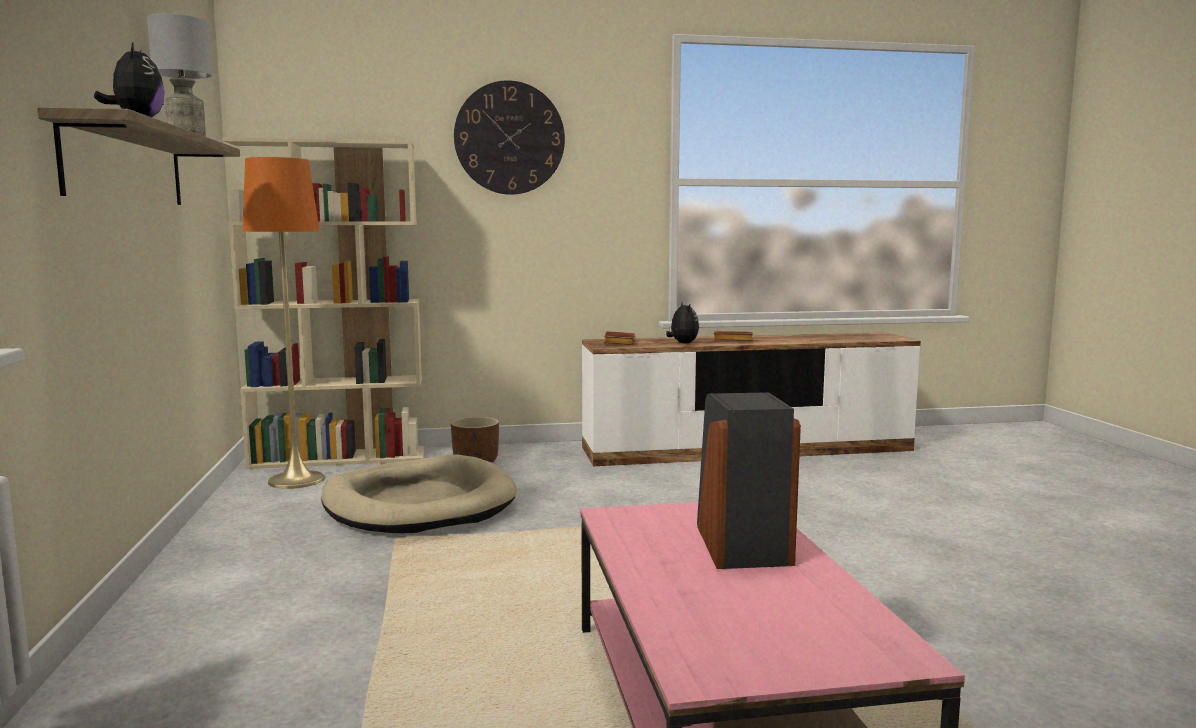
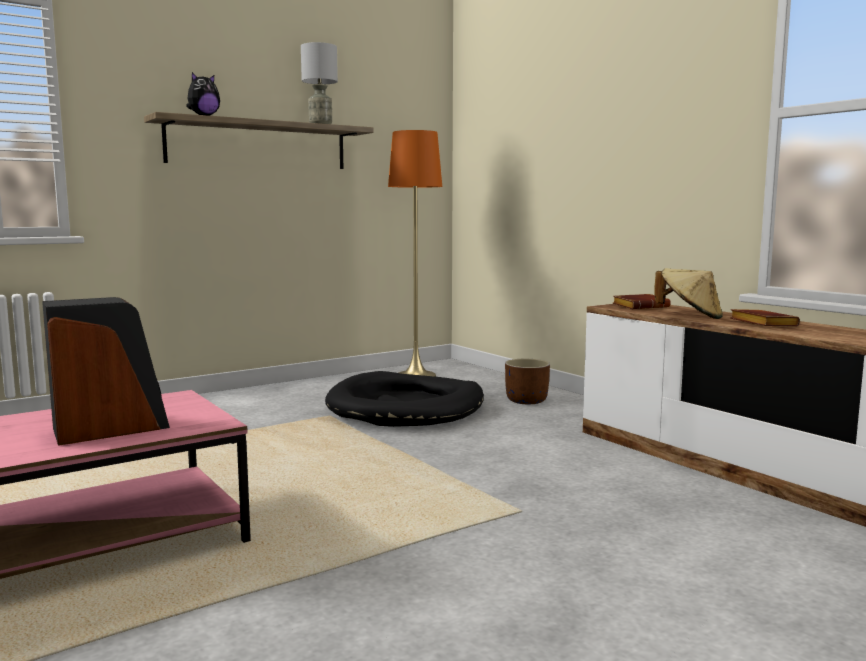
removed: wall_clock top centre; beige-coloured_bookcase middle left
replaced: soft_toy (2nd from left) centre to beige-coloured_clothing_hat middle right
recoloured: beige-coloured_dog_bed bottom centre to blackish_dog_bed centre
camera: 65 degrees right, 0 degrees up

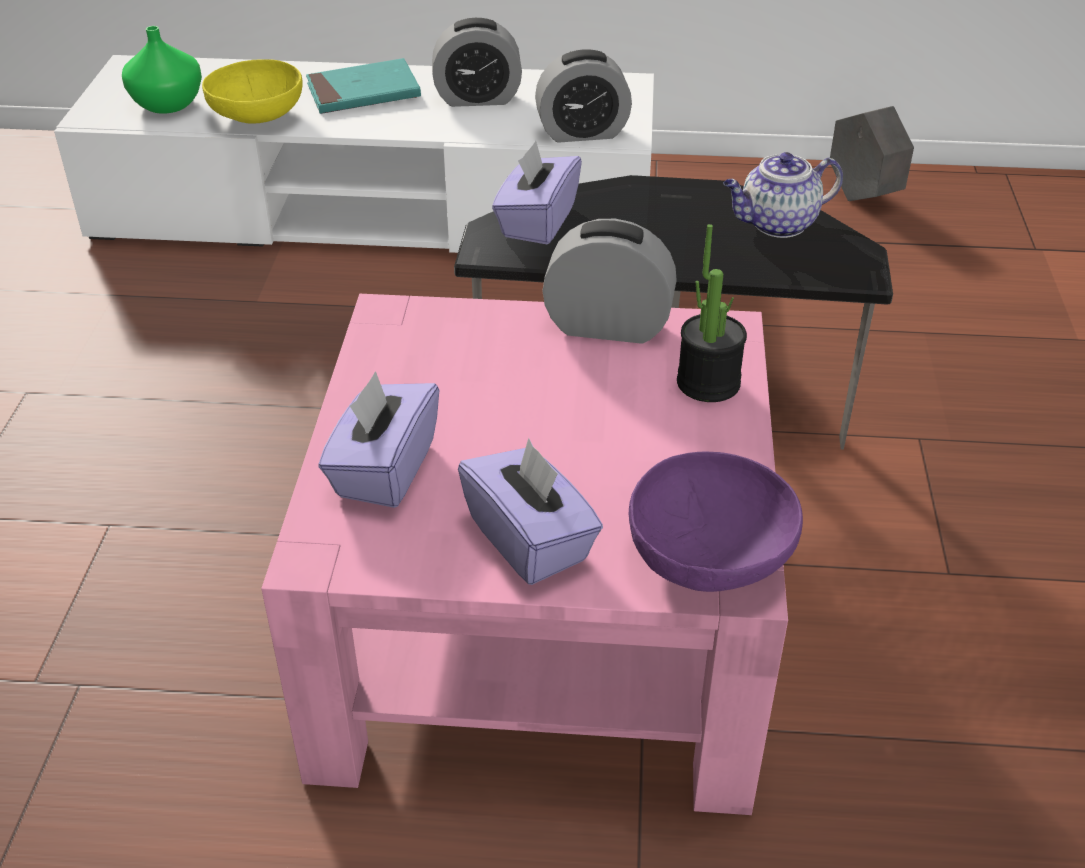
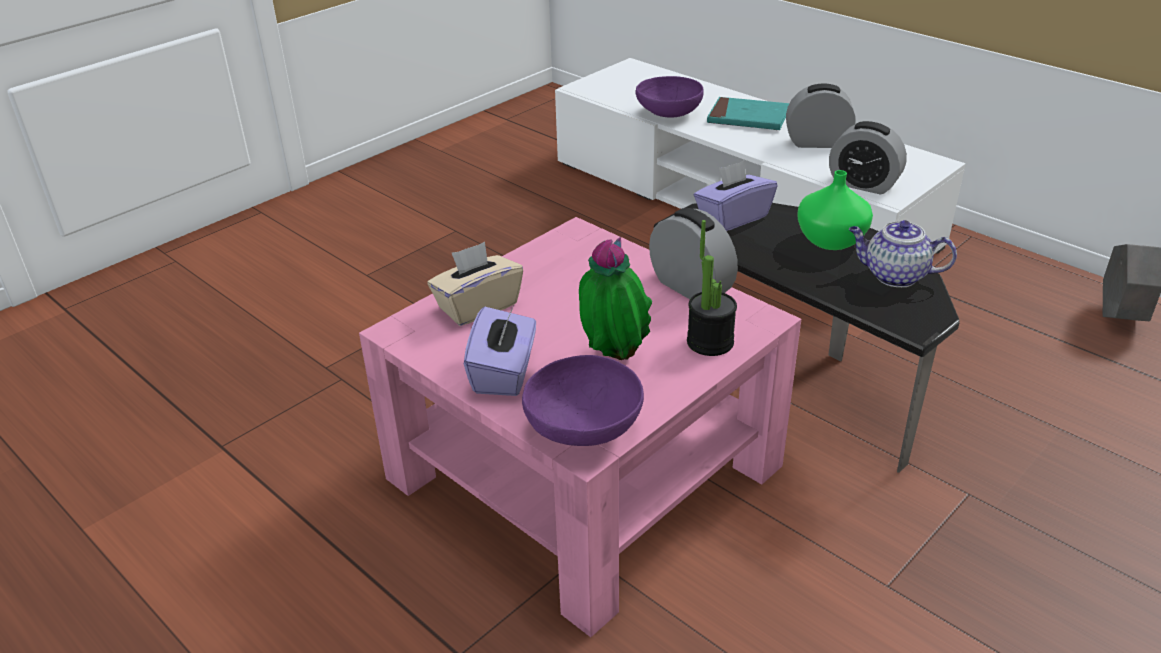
added: plant_in_a_pot (1st from left) centre
moved: green-coloured_decorative_vase top left to top right
recoloured: yellow_bowl top left to purplish_bowl (2nd from left) top centre; purplish_tissue_box (1st from left) centre to beige-coloured_tissue_box centre
turned: alarm_clock (1st from left in the first image) top centre = top right 150 degrees clockwise
camera: 40 degrees right, 5 degrees down

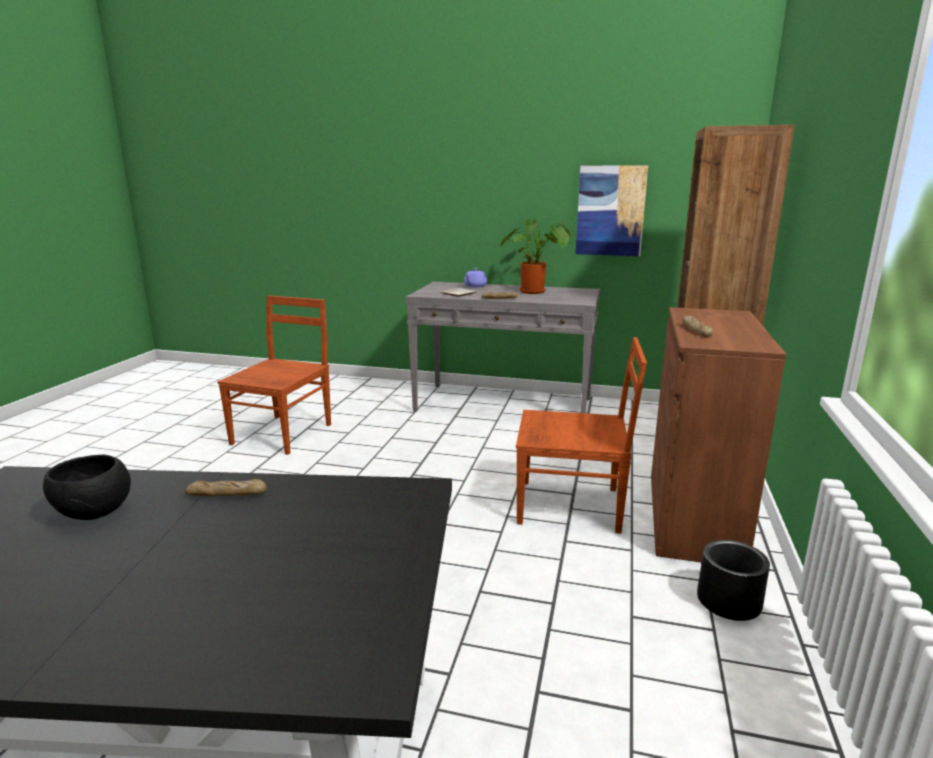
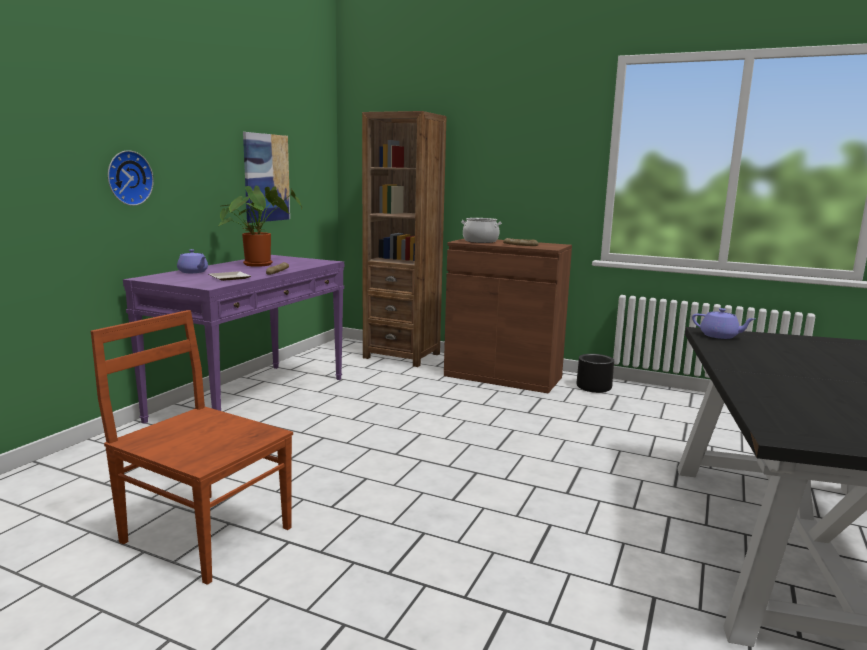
removed: brown_plain_chair (2nd from left) centre; blackish_bowl middle left; baked_bread (1st from left) middle left
added: wall_clock top left; stockpot centre; purplish_tea_pot (2nd from left) middle right
recoloured: gray_narrow_table centre to purplish_narrow_table middle left
camera: 80 degrees left, 5 degrees down

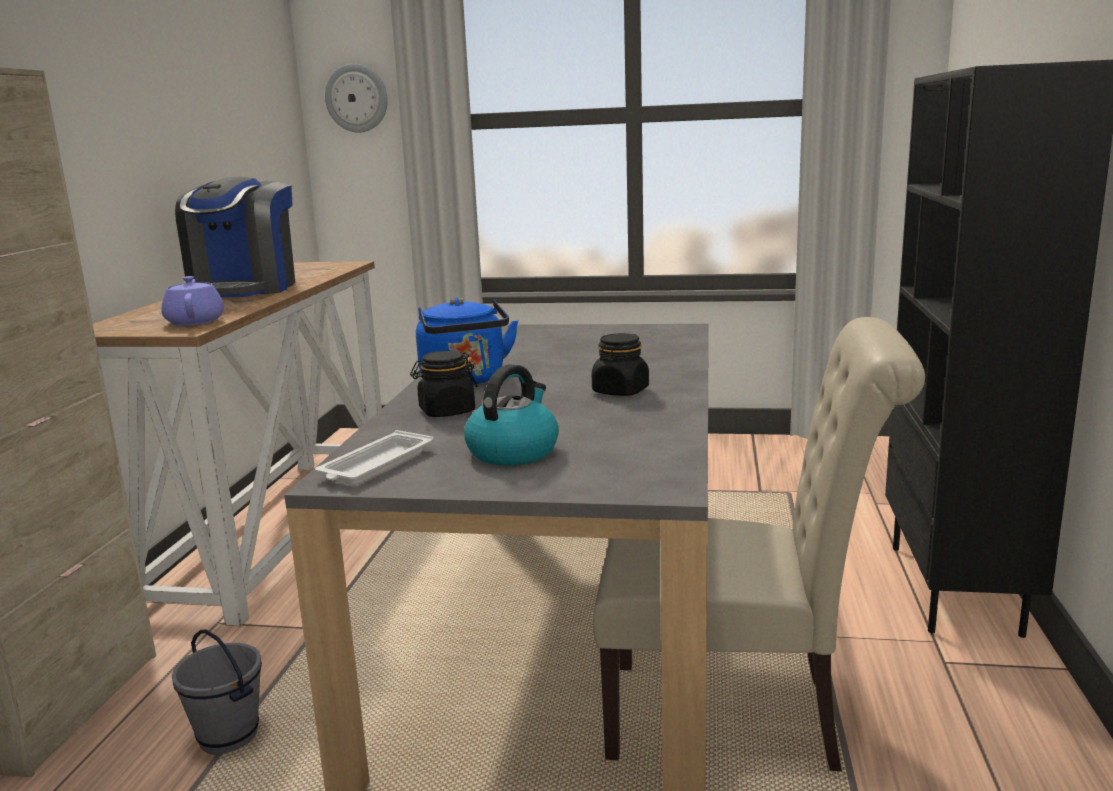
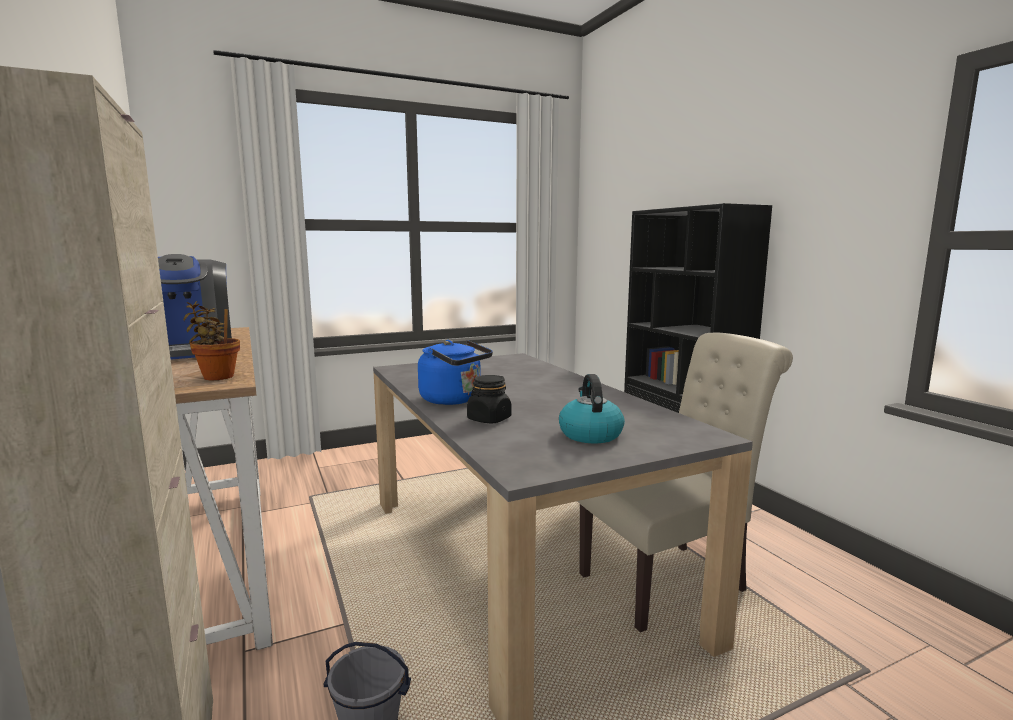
removed: wall_clock top left; blackish_storage_jar (2nd from left) centre; whitish_tray centre
replaced: purplish_tea_pot middle left to plant_in_a_pot middle left
camera: 35 degrees left, 5 degrees down

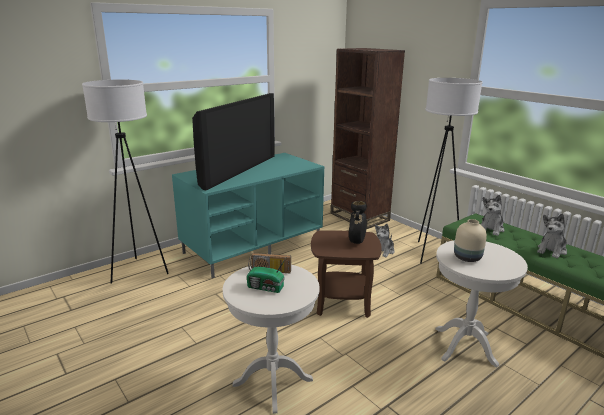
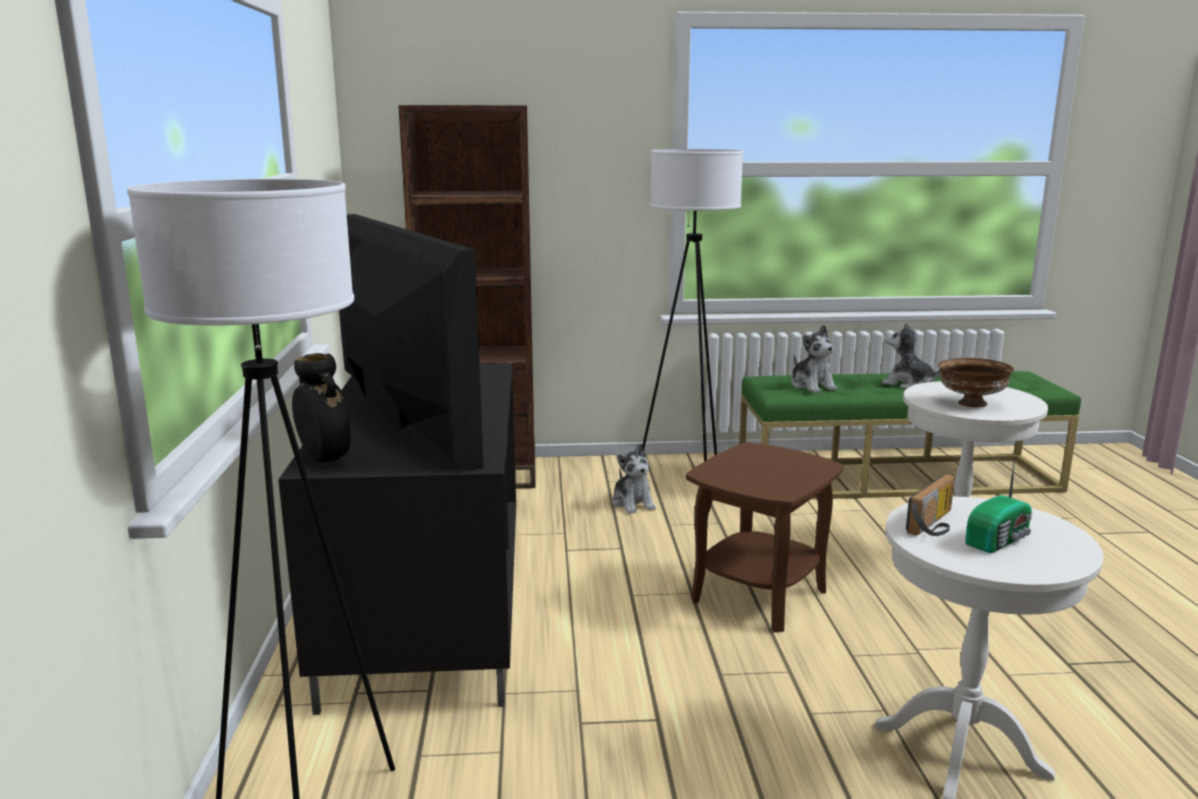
moved: blackish_decorative_vase centre to middle left
replaced: beige-coloured_decorative_vase middle right to brown_bowl middle right
recoloured: blue-green_tv_stand centre to blackish_tv_stand bottom left
turned: soft_toy (3rd from left) middle right = middle right 135 degrees clockwise
camera: 55 degrees left, 5 degrees down

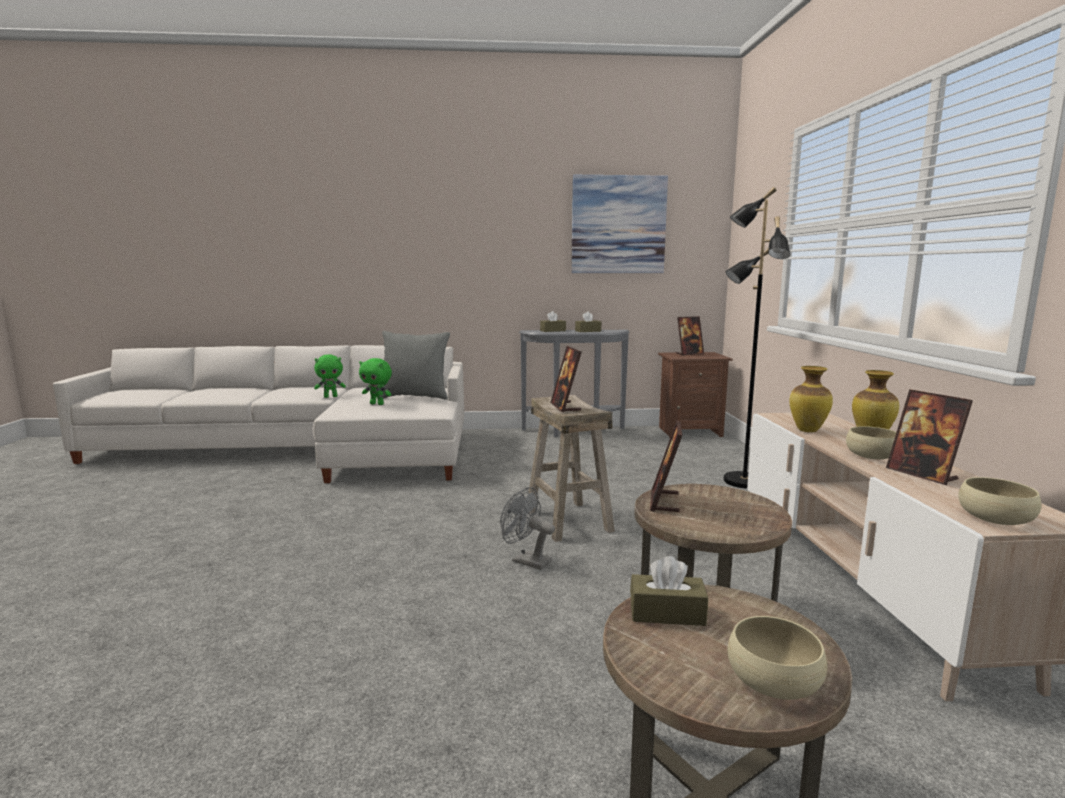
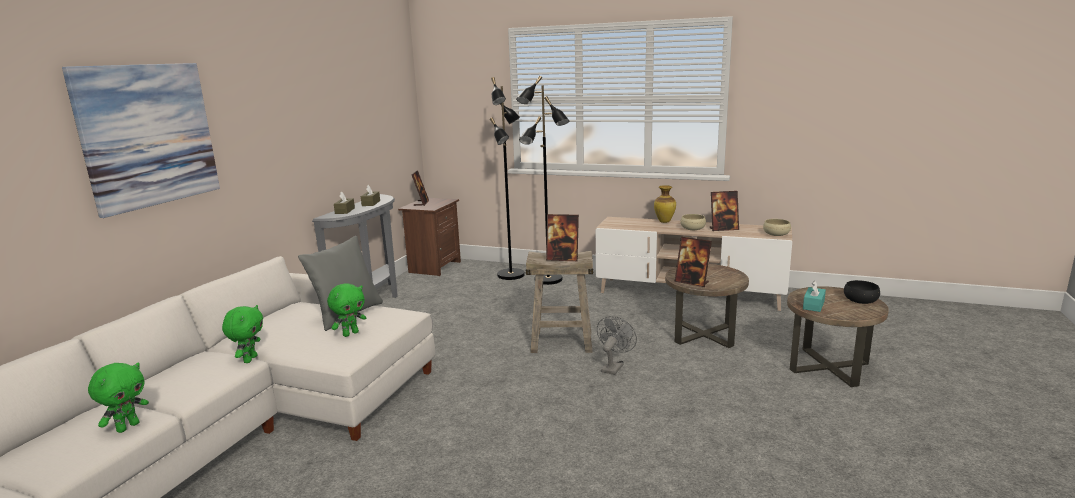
removed: decorative_vase (1st from left) middle right
added: blackish_standard_lamp (1st from left) centre; green-coloured_soft_toy (1st from left) bottom left
moved: wall_art top centre to top left
recoloured: brown_tissue_box (3rd from left) bottom centre to blue-green_tissue_box middle right; beige-coloured_bowl (1st from left) bottom right to blackish_bowl middle right
turned: gray_electric_fan centre = bottom centre 150 degrees clockwise
camera: 65 degrees left, 5 degrees up

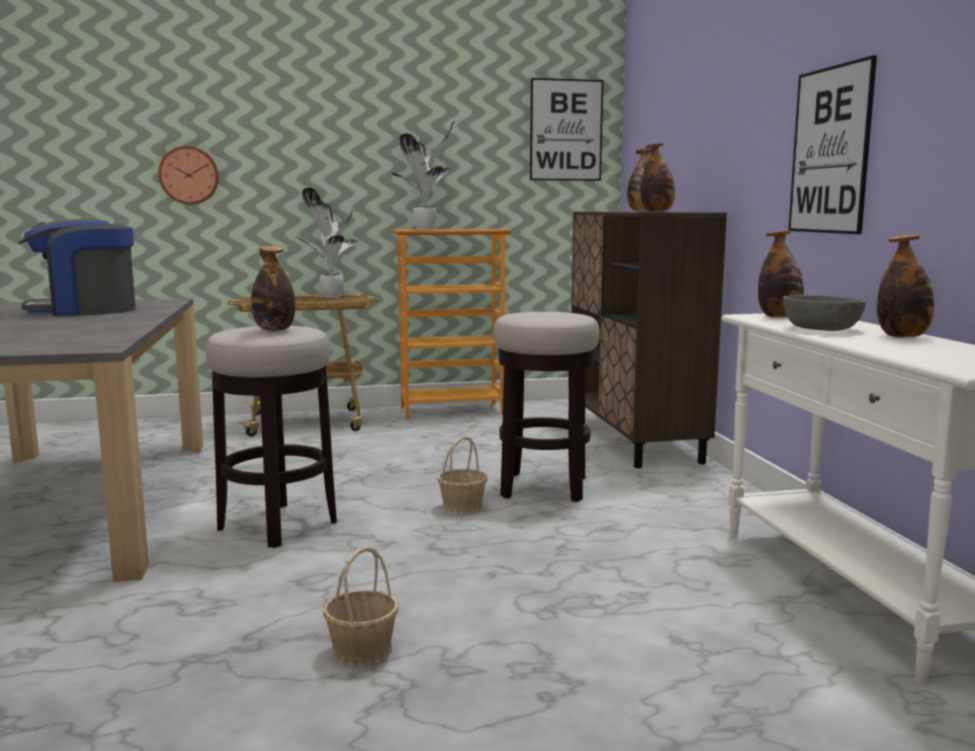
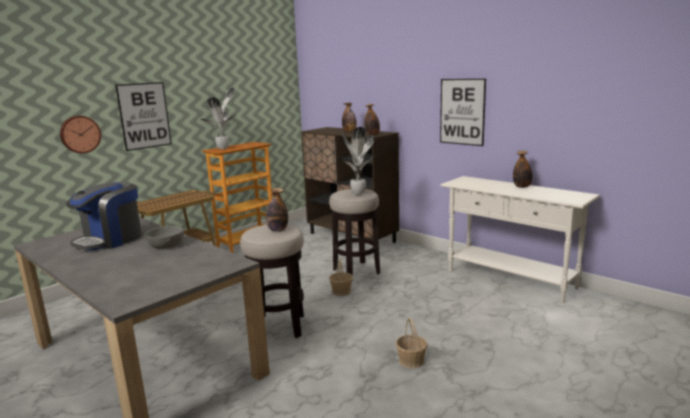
removed: beverage_bottle (4th from left) middle right
moved: wall_art (1st from left) top centre to top left; plant_in_a_pot (1st from left in the first image) top centre to plant_in_a_pot (2nd from left) centre; gray_bowl middle right to middle left
camera: 35 degrees left, 5 degrees up

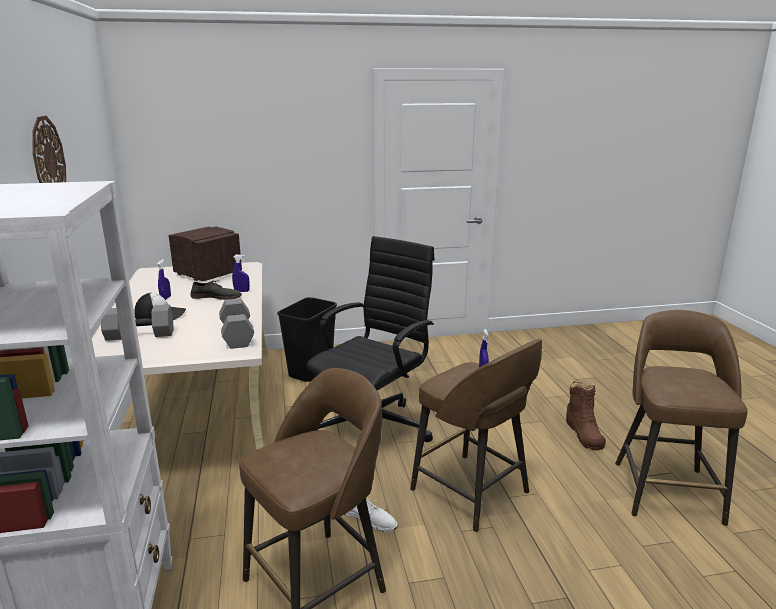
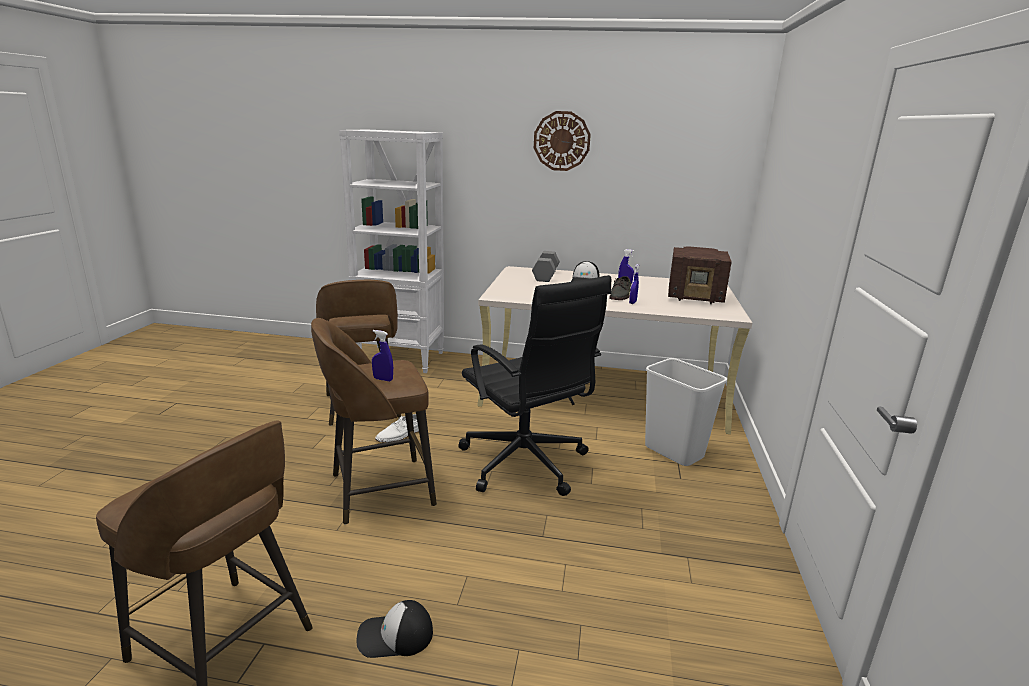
removed: gray_hand_weight (2nd from left) middle left
replaced: brown_tall_boot bottom right to peaked_cap (1st from left) bottom centre
recoloured: blackish_rubbish_bin centre to whitish_rubbish_bin middle right
turned: radio_set middle left = middle right 45 degrees clockwise
camera: 110 degrees right, 0 degrees up

